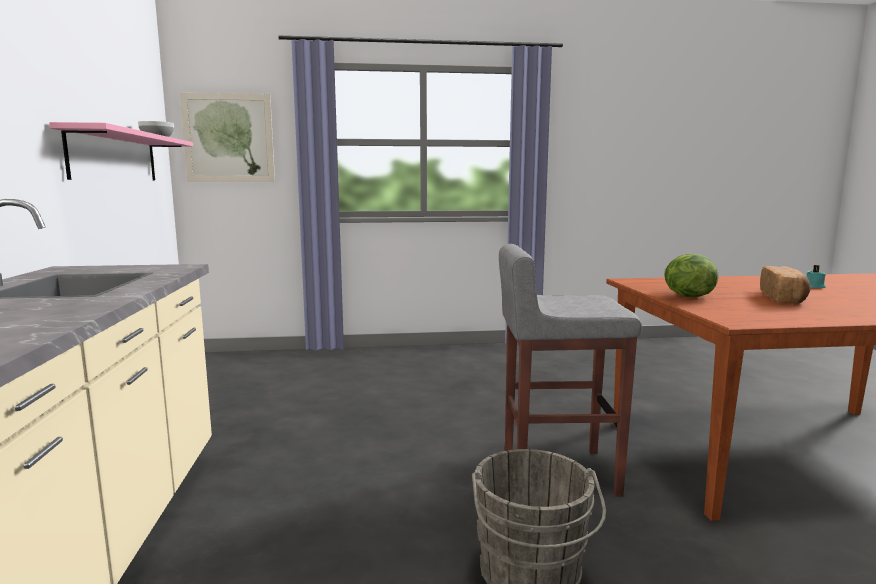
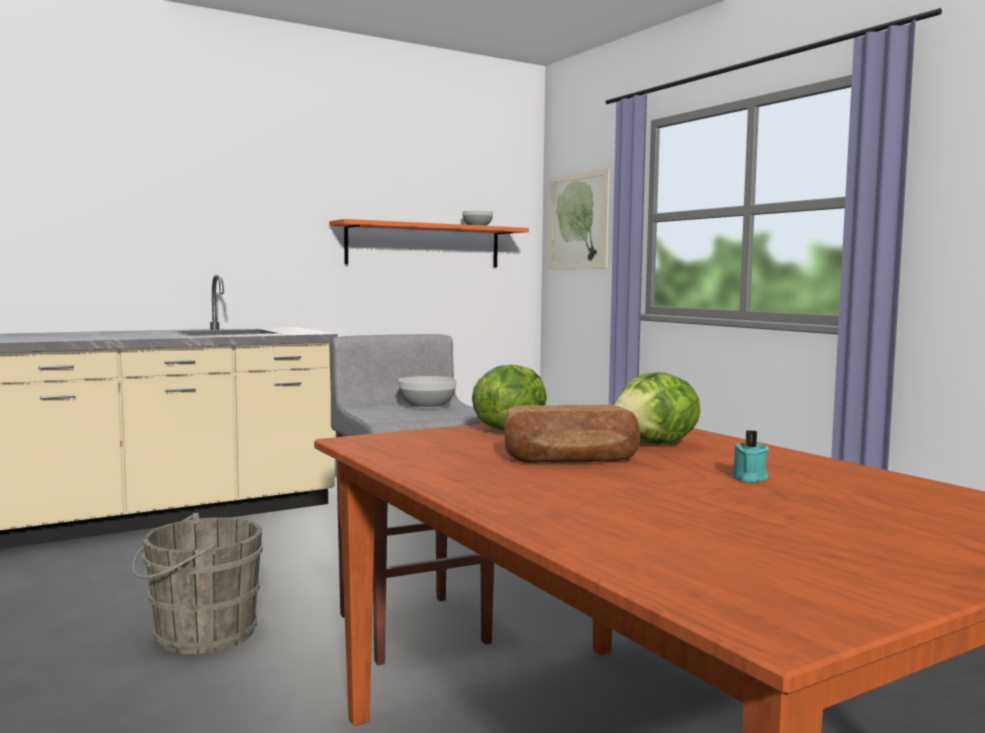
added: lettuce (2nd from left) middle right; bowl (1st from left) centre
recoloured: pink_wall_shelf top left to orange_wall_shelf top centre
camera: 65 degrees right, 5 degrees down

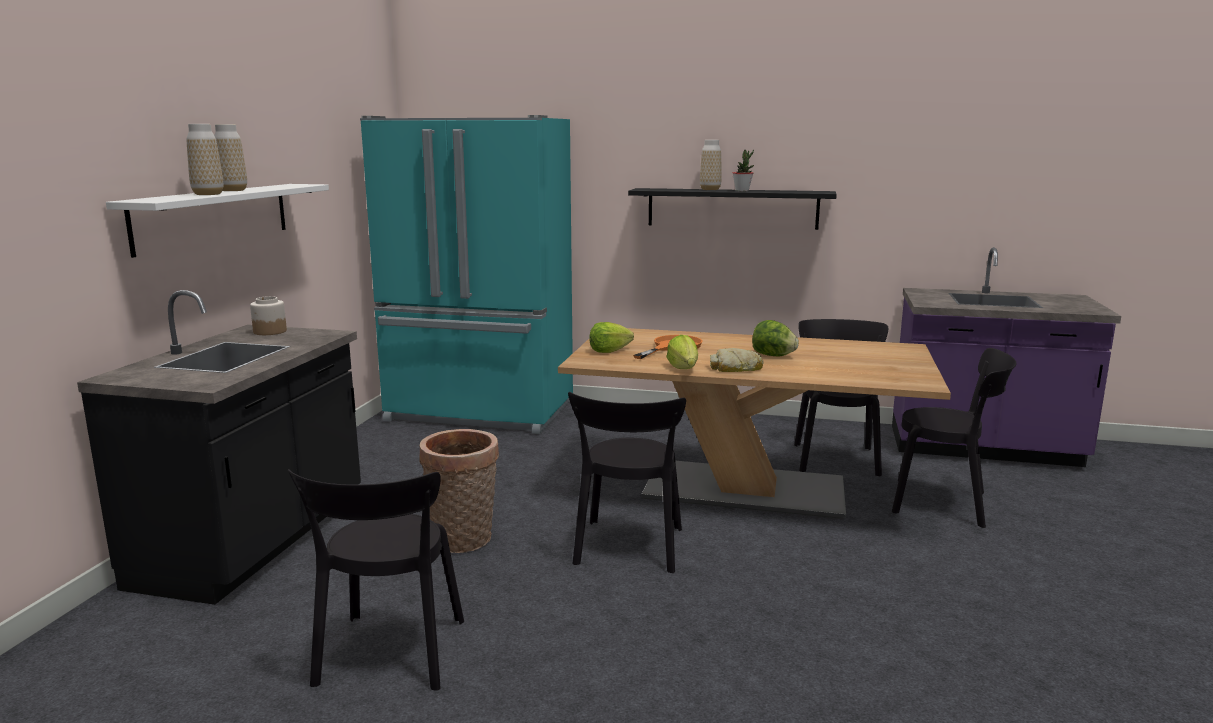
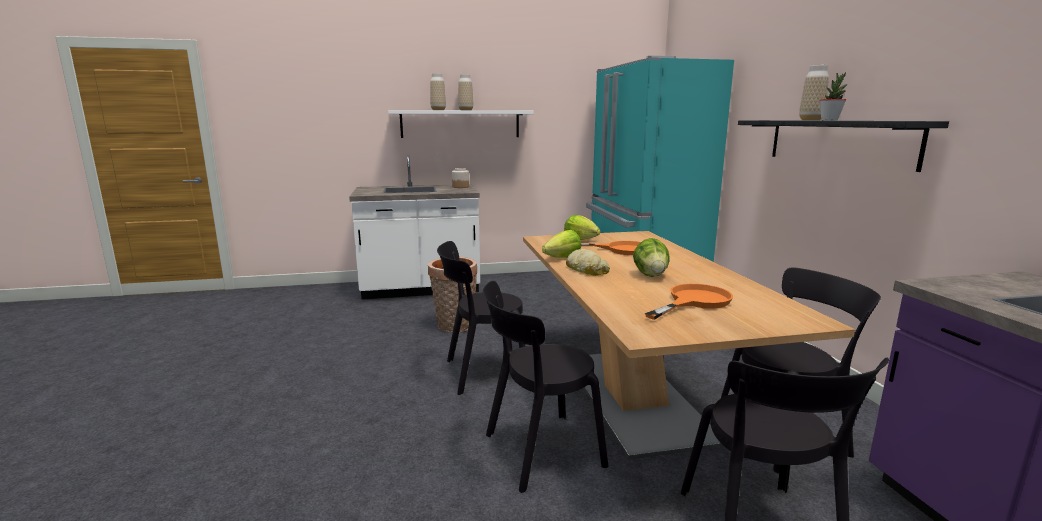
added: orange_skillet (2nd from left) centre
moved: blackish_plain_chair (1st from left in the first image) bottom left to blackish_plain_chair (2nd from left) bottom centre
recoloured: blackish_counter middle left to whitish_counter centre
camera: 65 degrees right, 0 degrees up

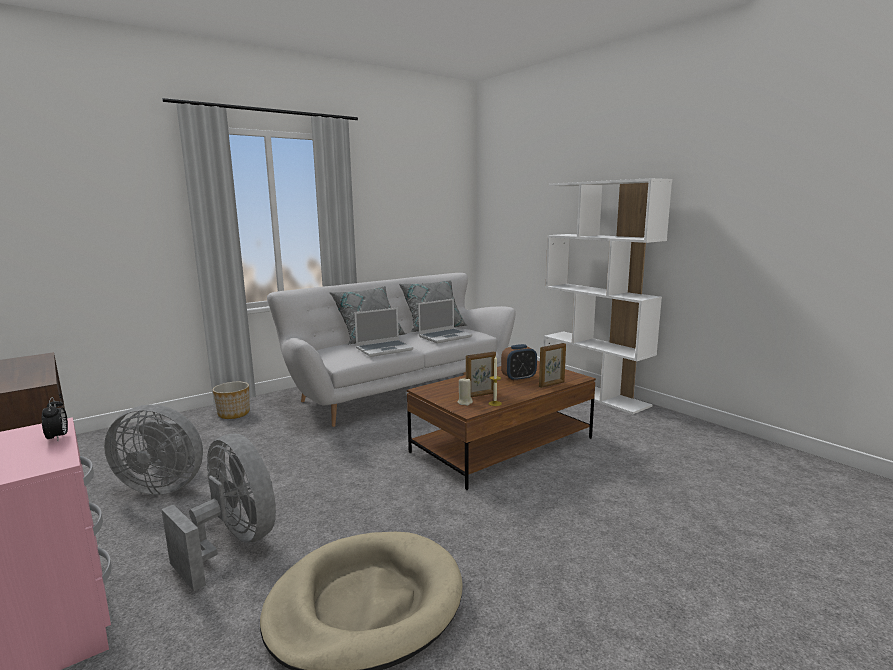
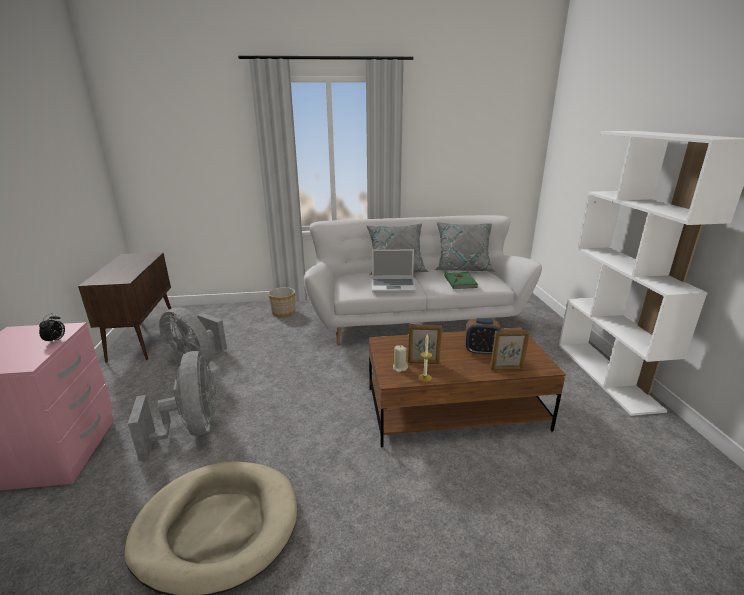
replaced: laptop (2nd from left) centre to green-coloured_bound_book centre
camera: 30 degrees right, 10 degrees up

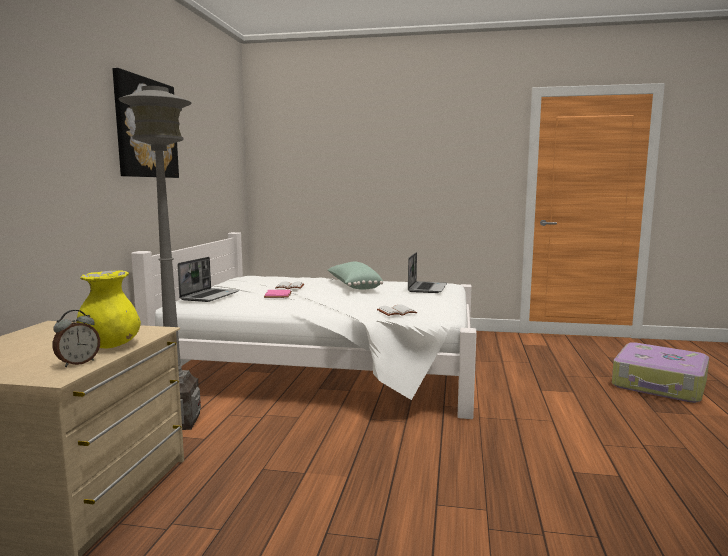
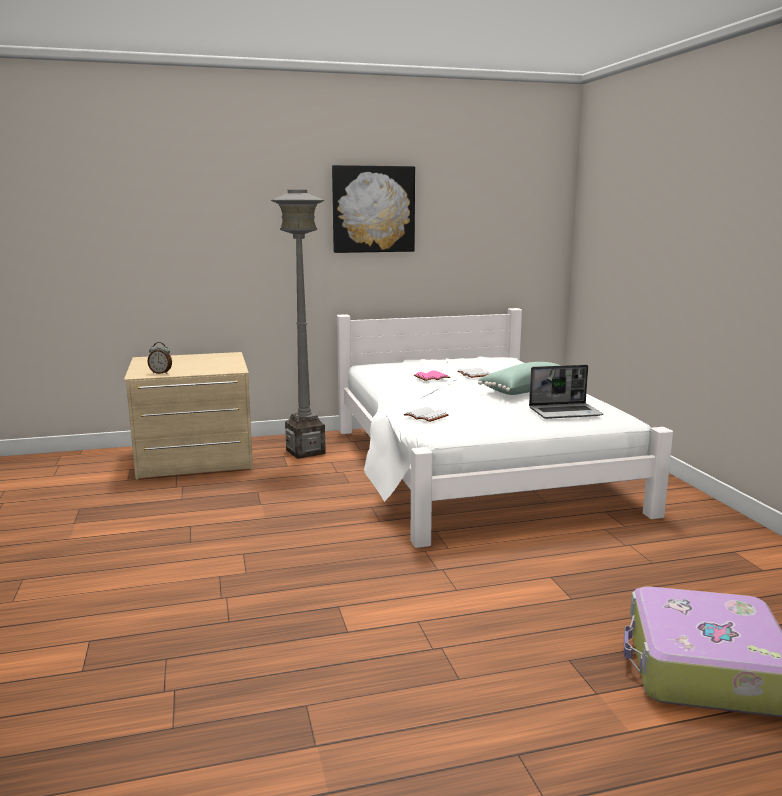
removed: laptop (1st from left) middle left; yellow_decorative_vase middle left
camera: 65 degrees right, 5 degrees up

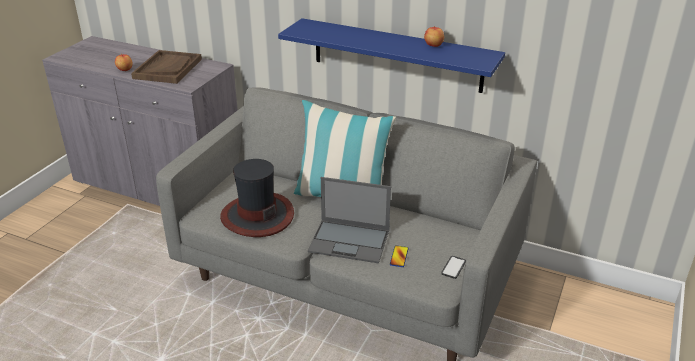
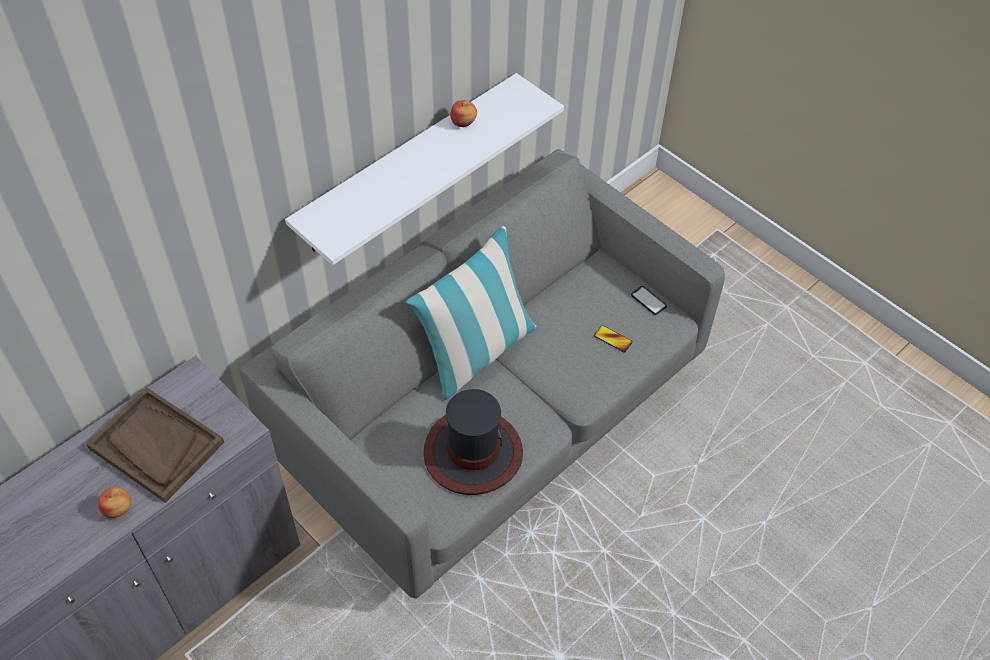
removed: laptop centre
recoloured: bluish_wall_shelf top centre to whitish_wall_shelf top centre
camera: 70 degrees left, 20 degrees up

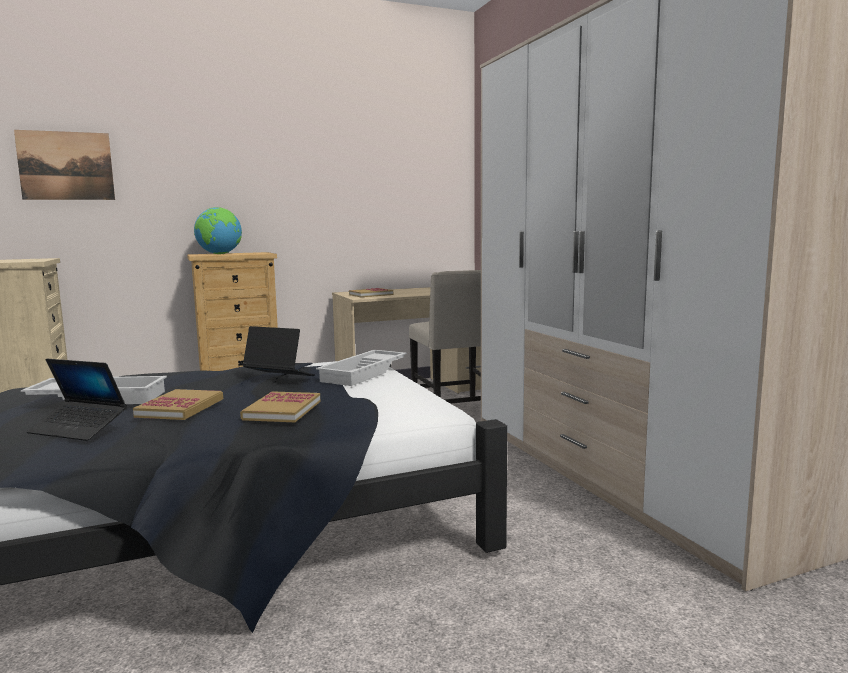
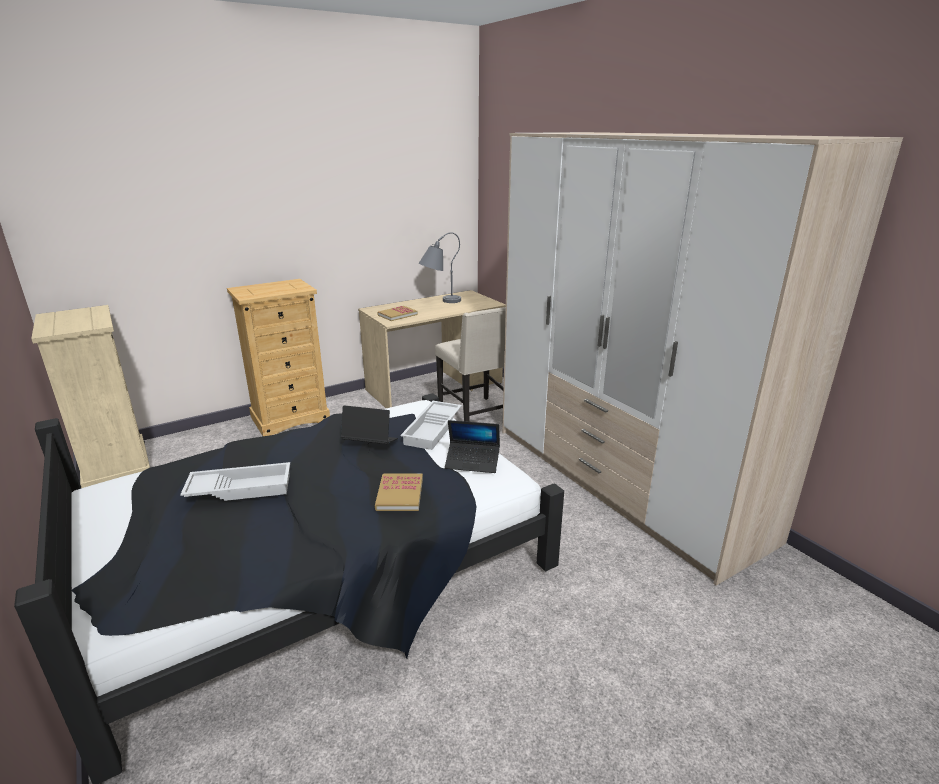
removed: wall_art top left; globe middle left; bound_book (1st from left) middle left
added: gray_table_lamp centre
moved: laptop (1st from left in the first image) middle left to laptop (2nd from left) centre
camera: 10 degrees left, 15 degrees up

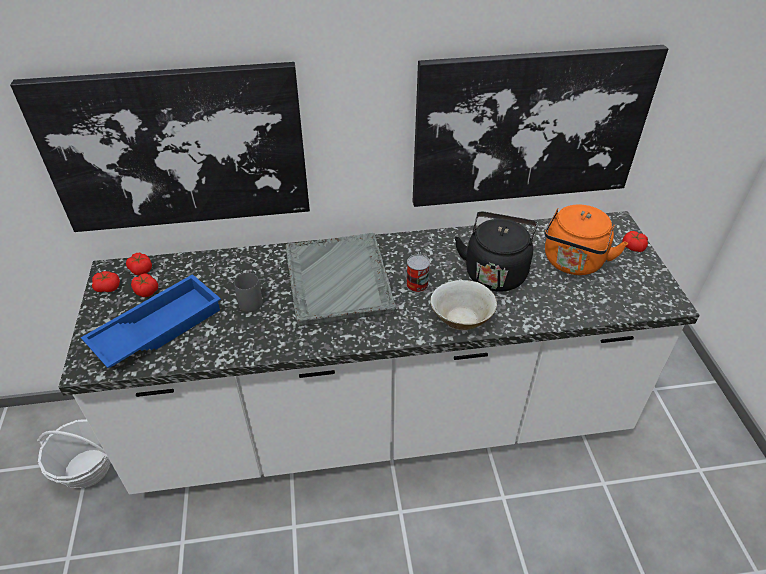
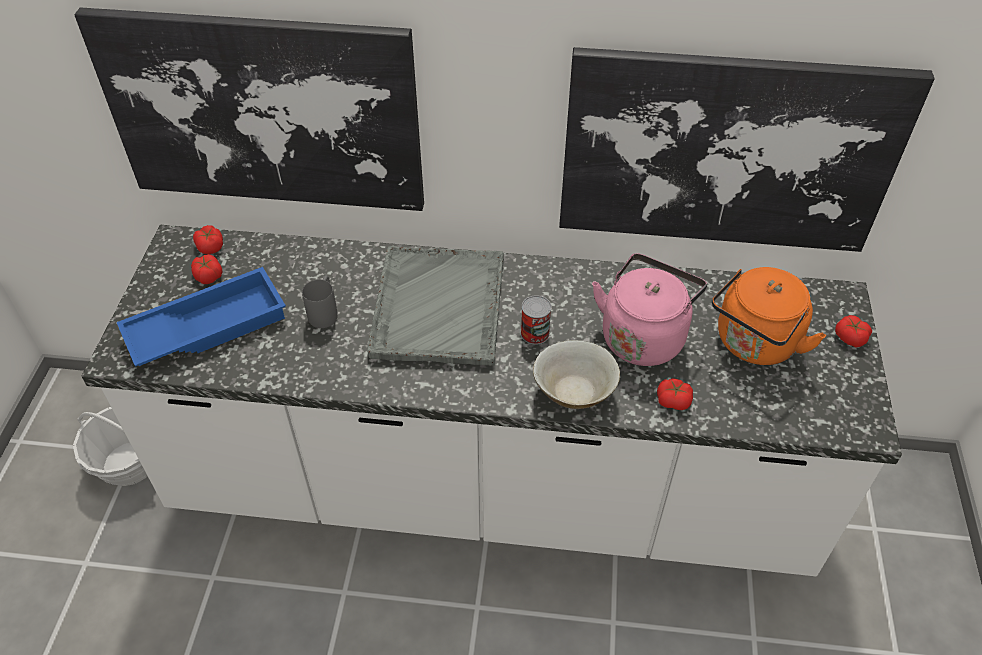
moved: fresh_tomato (1st from left in the first image) middle left to fresh_tomato (3rd from left) middle right
recoloured: blackish_kettle centre to pink_kettle centre
camera: 15 degrees right, 5 degrees up

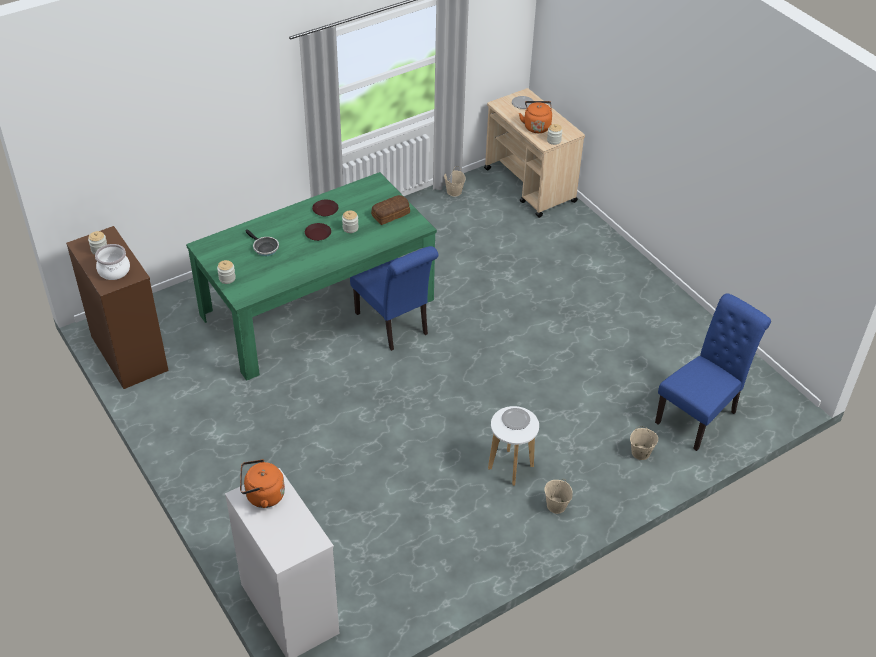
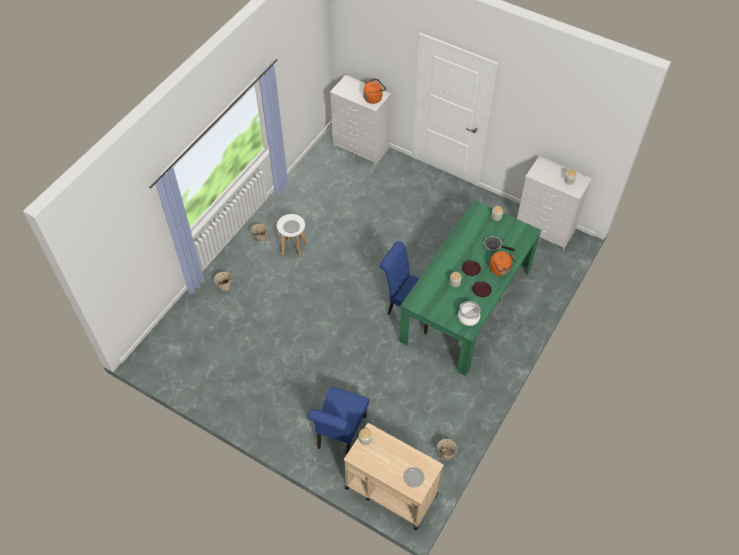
removed: baked_bread top centre
moved: orange_kettle (2nd from left) top centre to middle right; stockpot middle left to centre; bluish_plain_chair (2nd from left in the first image) middle right to bluish_plain_chair (1st from left) bottom centre
recoloured: brown_dresser middle left to whitish_dresser (2nd from left) middle right
camera: 155 degrees right, 10 degrees up

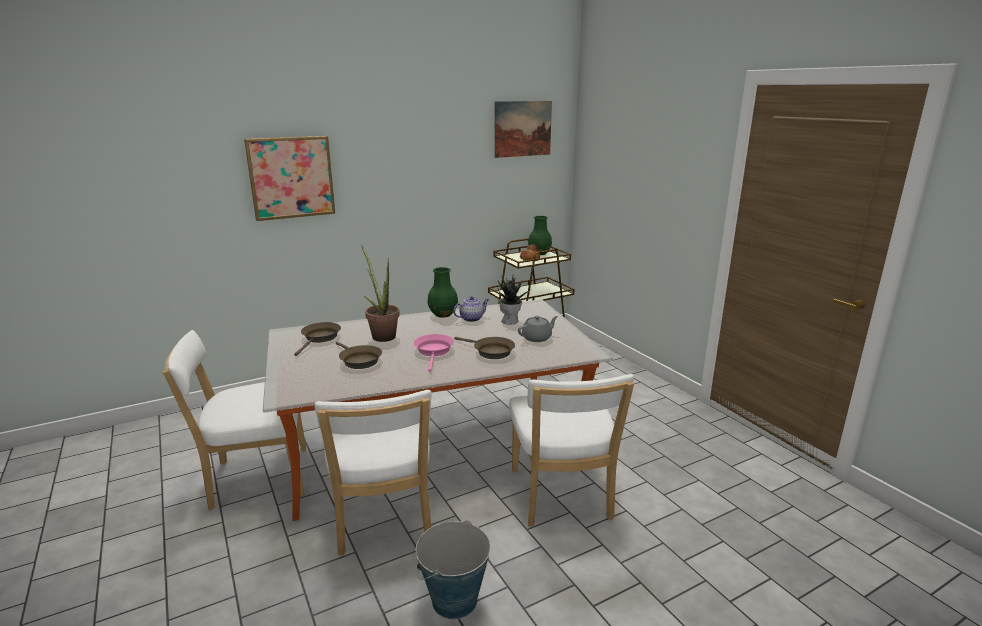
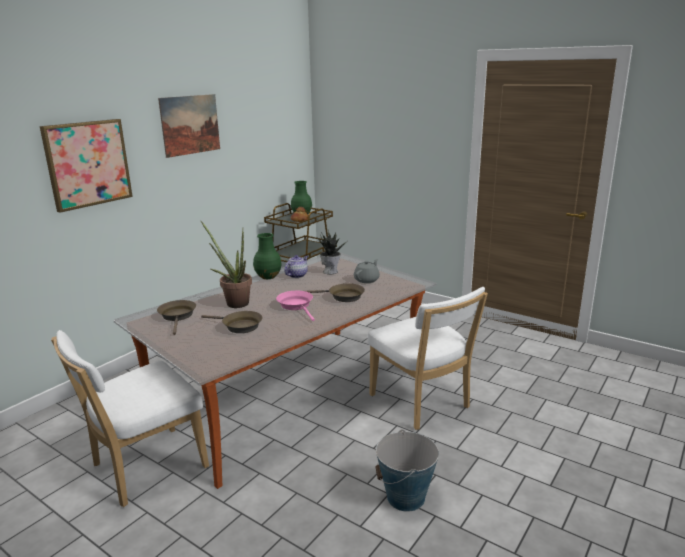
removed: whitish_plain_chair (2nd from left) bottom centre
moved: wall_art (2nd from left) top centre to top left
camera: 25 degrees left, 0 degrees up

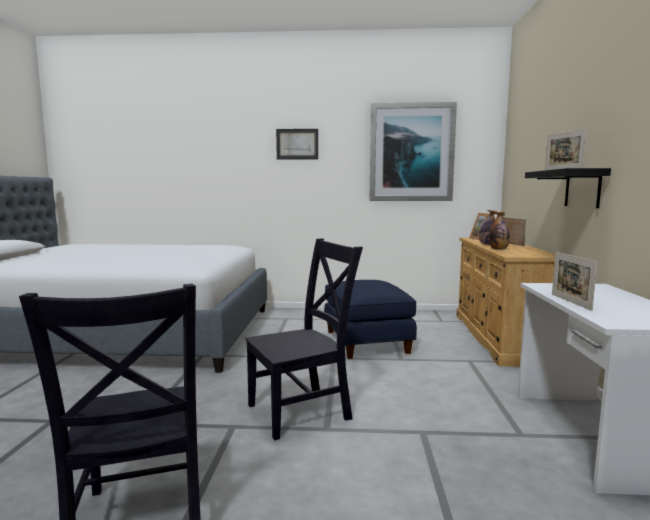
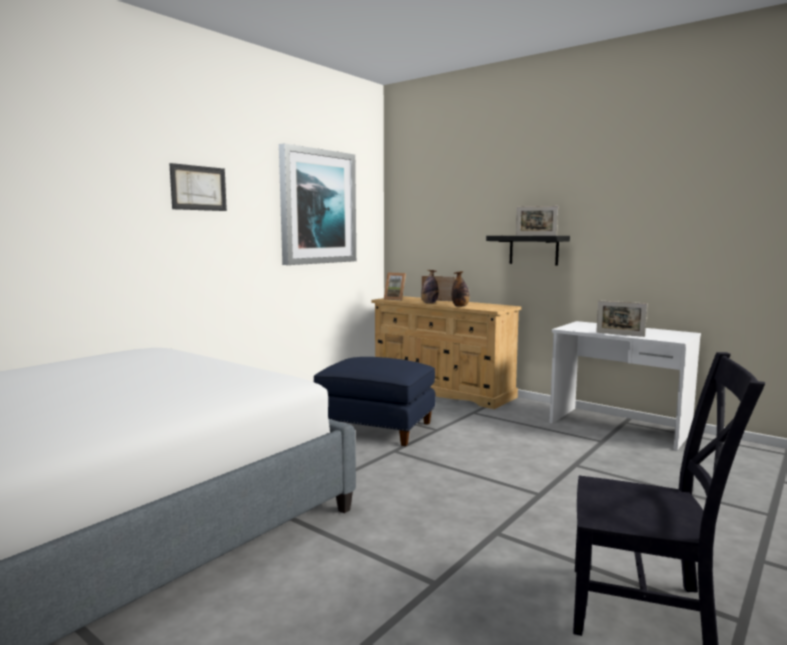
removed: blackish_plain_chair (2nd from left) centre
camera: 55 degrees left, 0 degrees up

